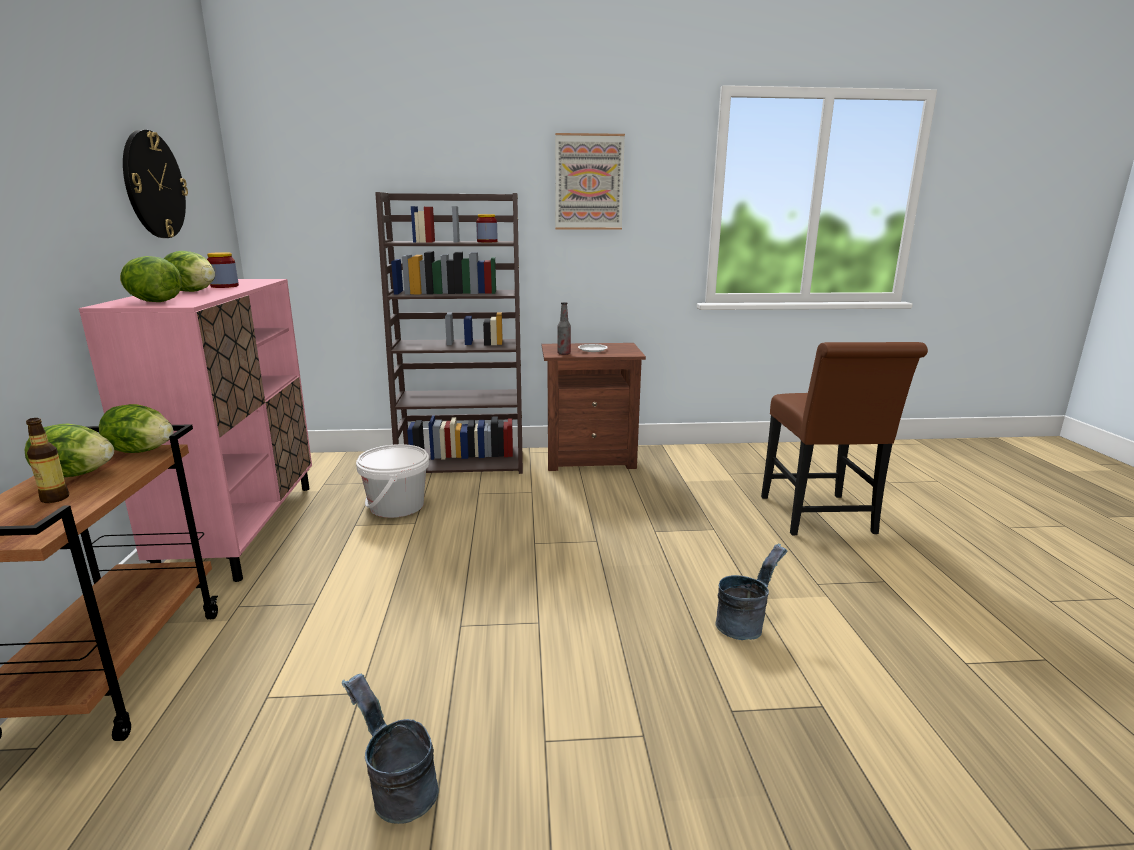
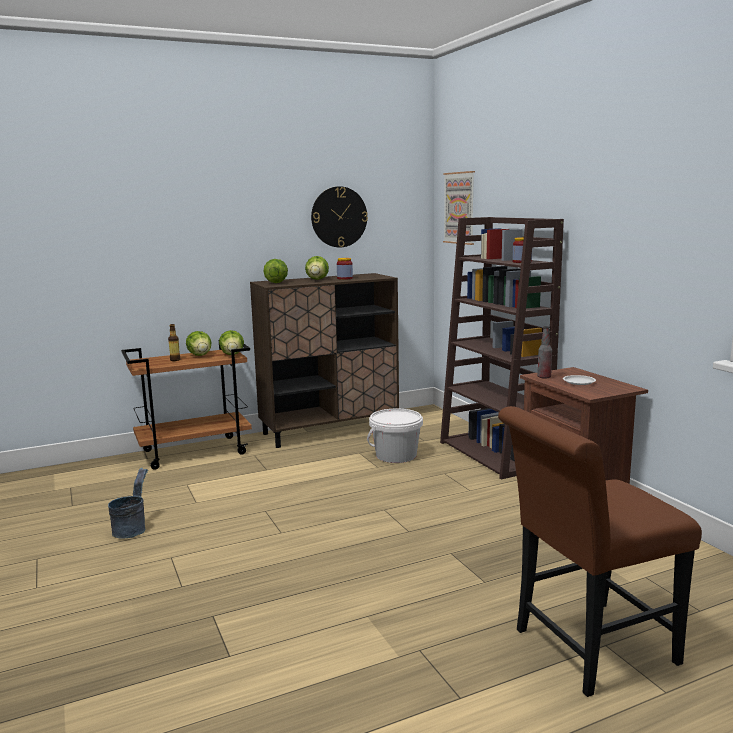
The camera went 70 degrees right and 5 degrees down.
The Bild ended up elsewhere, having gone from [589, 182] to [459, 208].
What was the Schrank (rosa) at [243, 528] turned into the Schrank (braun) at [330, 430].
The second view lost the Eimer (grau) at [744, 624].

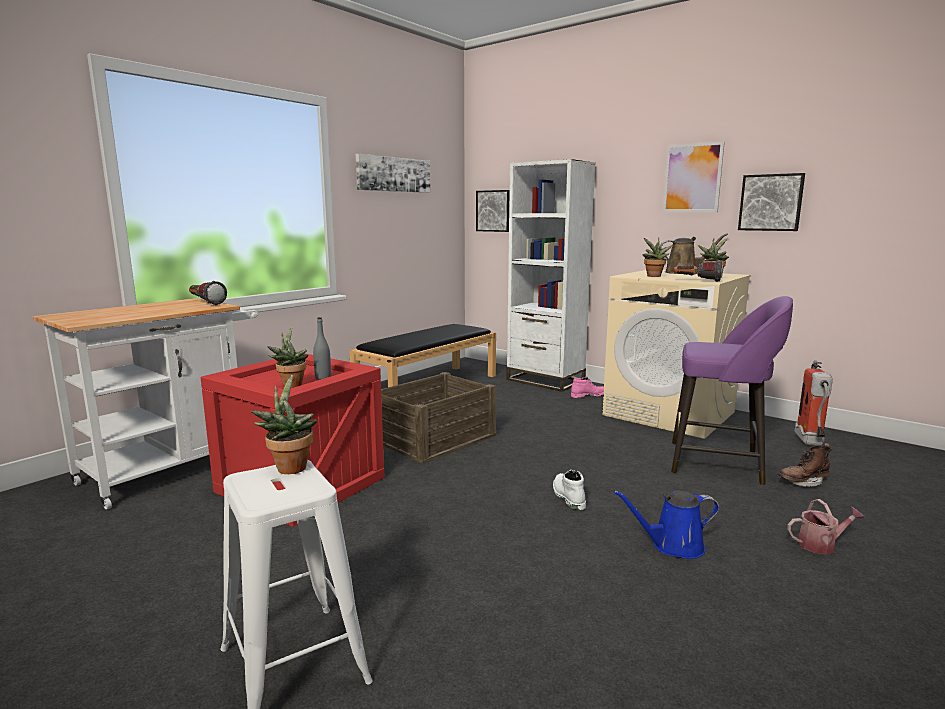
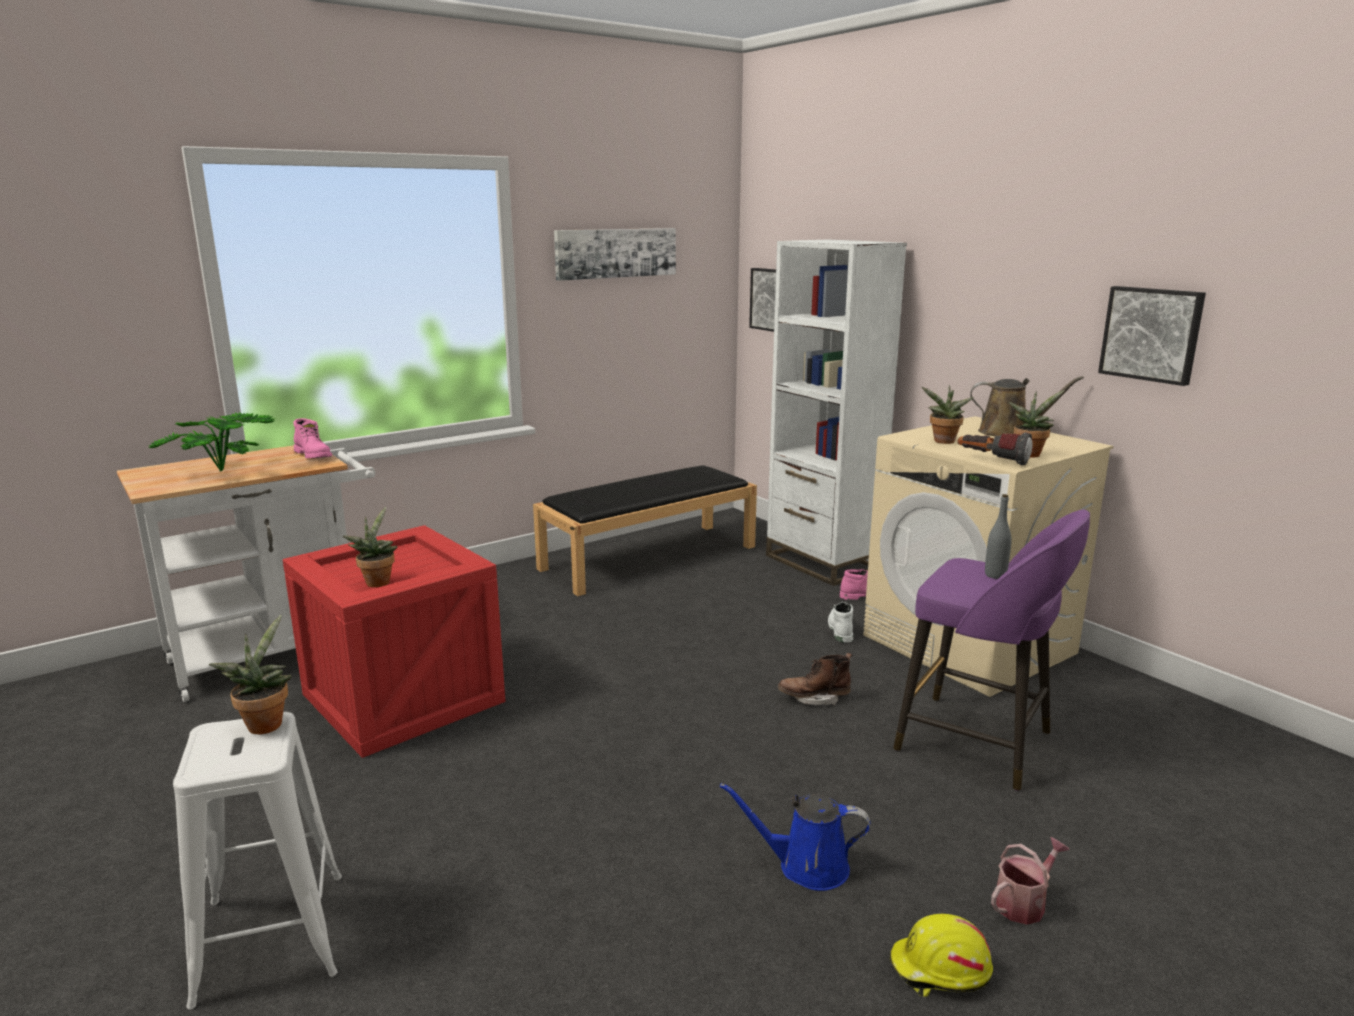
The camera went 15 degrees right and 5 degrees up.
The second view lost the Bild at [692, 178].
Where the Taschenlampe stood at [205, 303], the Stiefel (rosa) came to stand at [314, 455].
The Flasche (grau) ended up elsewhere, having gone from [323, 378] to [995, 575].
The second view lost the Feuerlöscher at [810, 443].
The second view lost the Kiste at [434, 438].
The Stiefel (braun) ended up elsewhere, having gone from [802, 482] to [814, 698].
The Stiefel (weiß) ended up elsewhere, having gone from [567, 496] to [840, 629].
The Gießkanne at [821, 544] ended up facing another way, 45 degrees counterclockwise from before.
The second view gained the Topfpflanze at [221, 472].
The second view gained the Schutzhelm (gelb) at [940, 970].

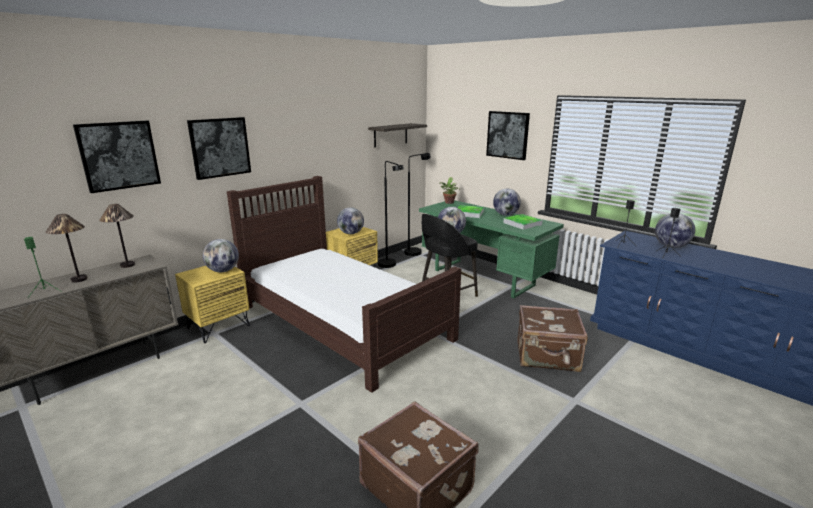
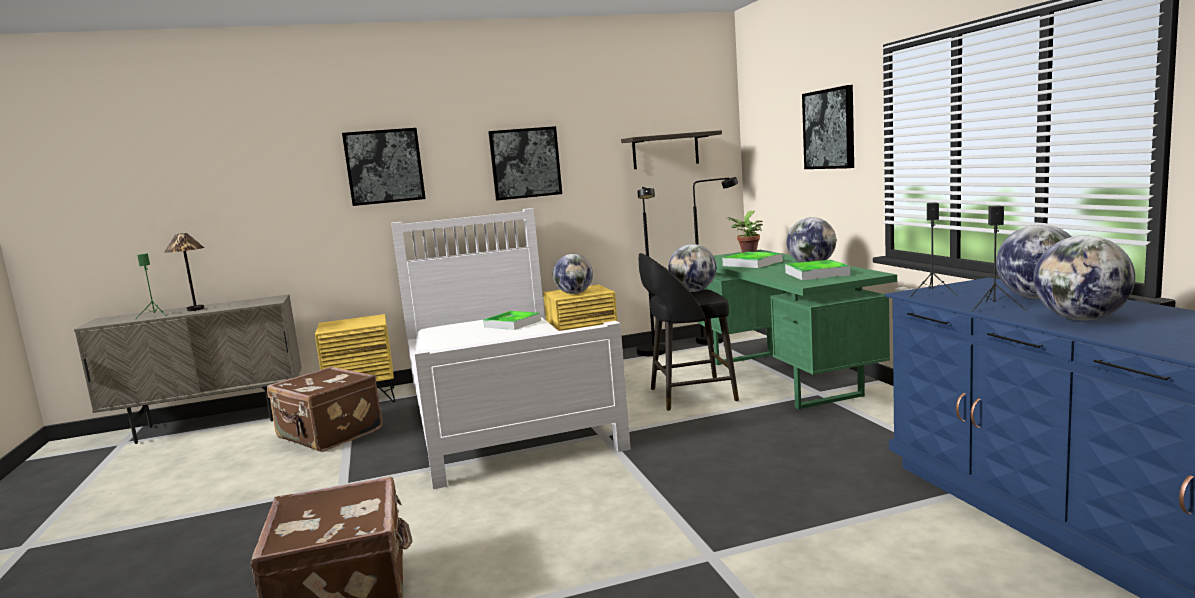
The camera went 30 degrees right and 10 degrees down.
The Bild ended up elsewhere, having gone from [119, 155] to [525, 163].
What was the Bett (braun) at [342, 322] turned into the Bett (weiß) at [503, 410].
The second view lost the Tischlampe at [127, 265].
The Globus ended up elsewhere, having gone from [223, 271] to [1081, 319].
The Koffer (braun) ended up elsewhere, having gone from [547, 356] to [328, 435].
The second view gained the Tablett at [512, 323].

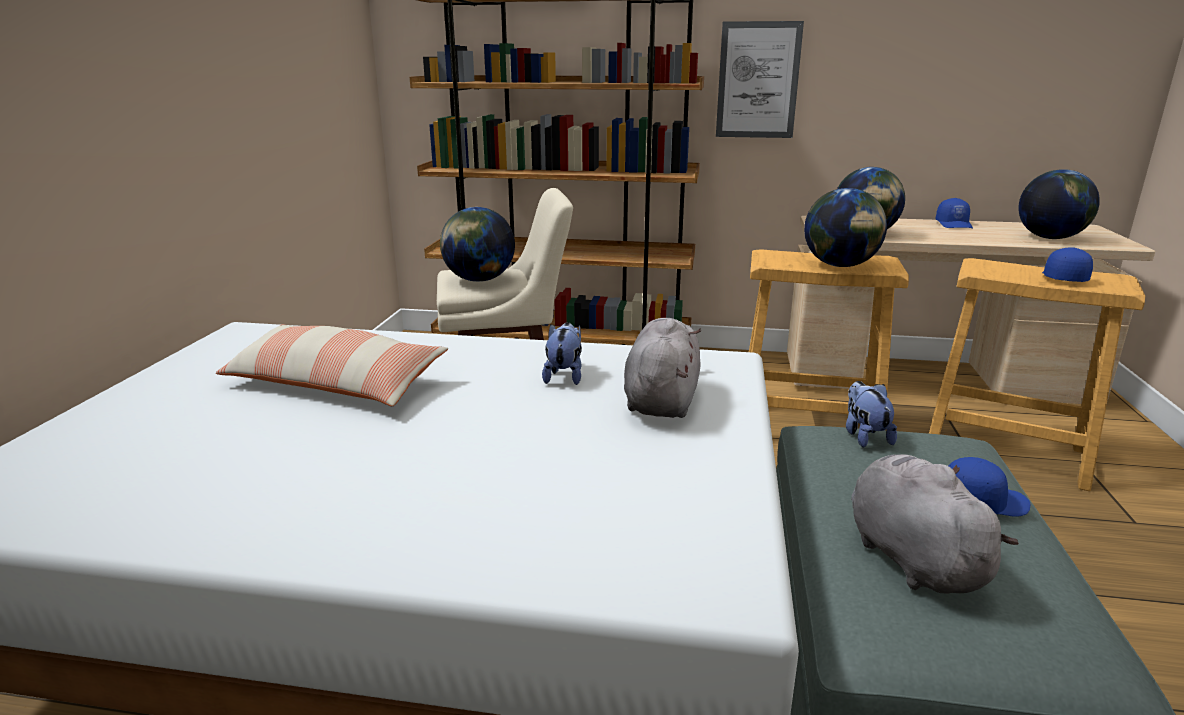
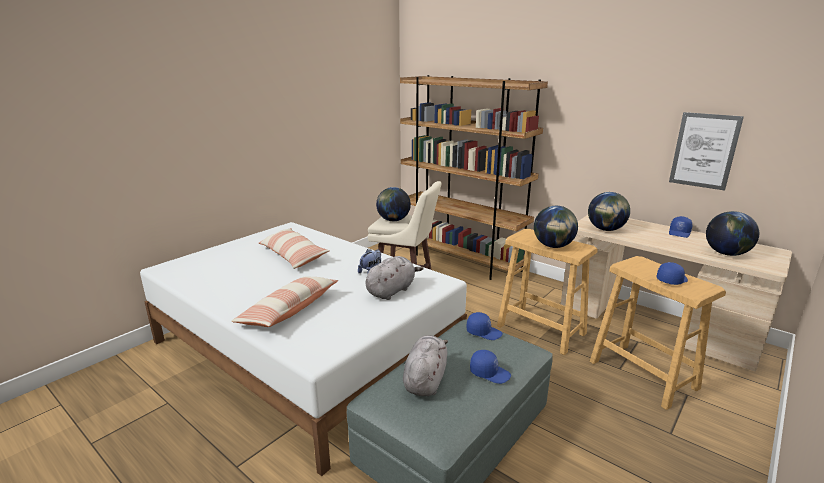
The camera went 30 degrees right and 0 degrees up.
The Bild ended up elsewhere, having gone from [758, 80] to [704, 151].
Where the Plüschtier stood at [864, 436], the Kappe (blau) came to stand at [484, 332].
The second view gained the Kissen at [289, 310].

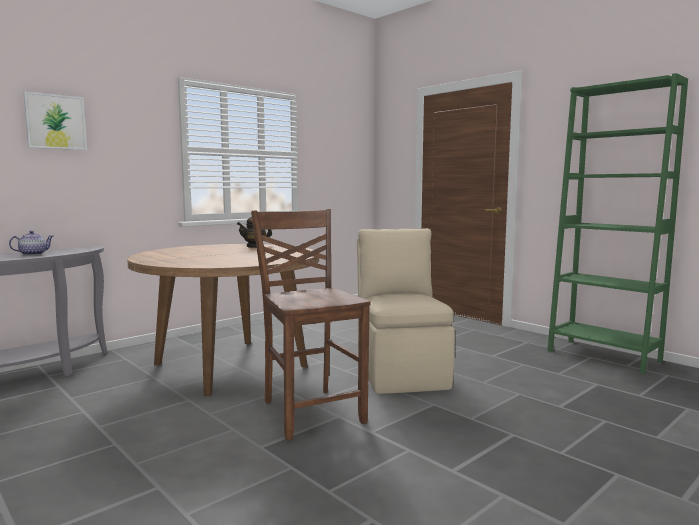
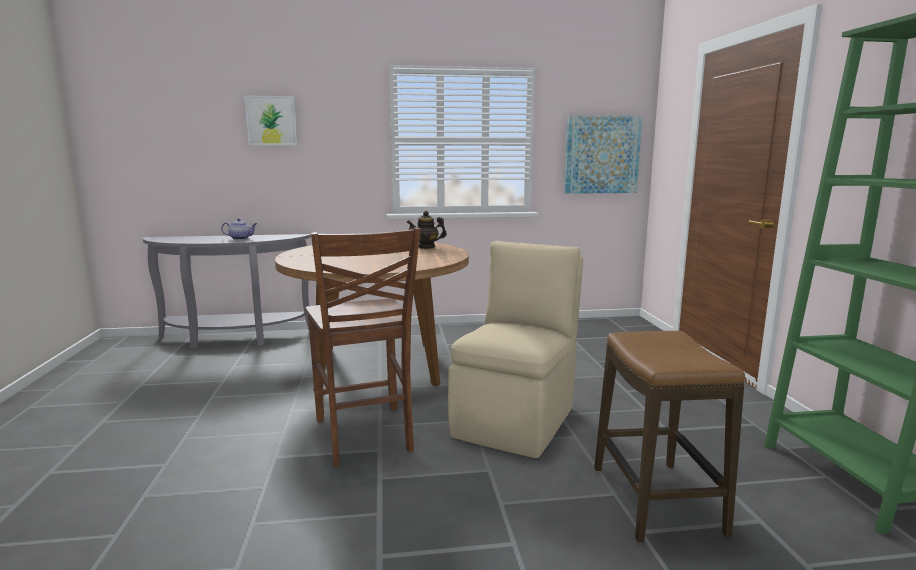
The camera went 35 degrees right and 5 degrees up.
The Stuhl (braun) at [311, 411] ended up facing another way, 150 degrees clockwise from before.
The second view gained the Bild at [602, 155].
The second view gained the Hocker at [656, 500].

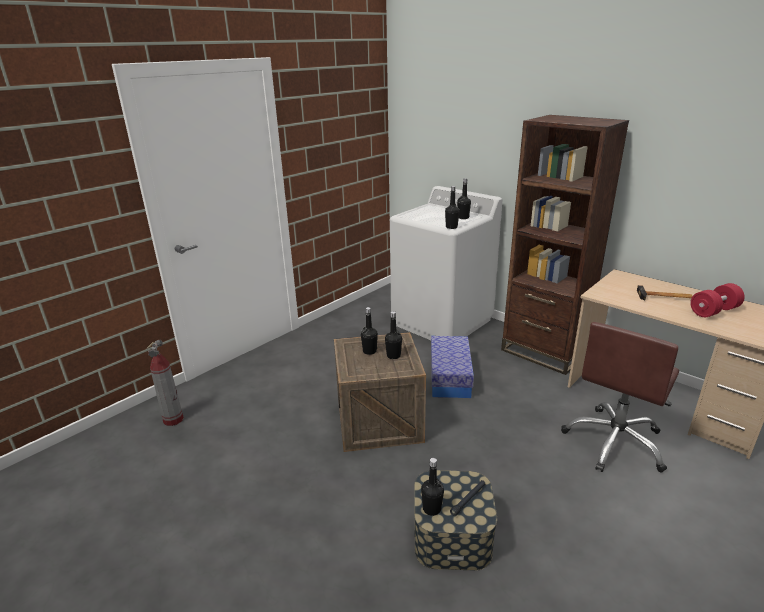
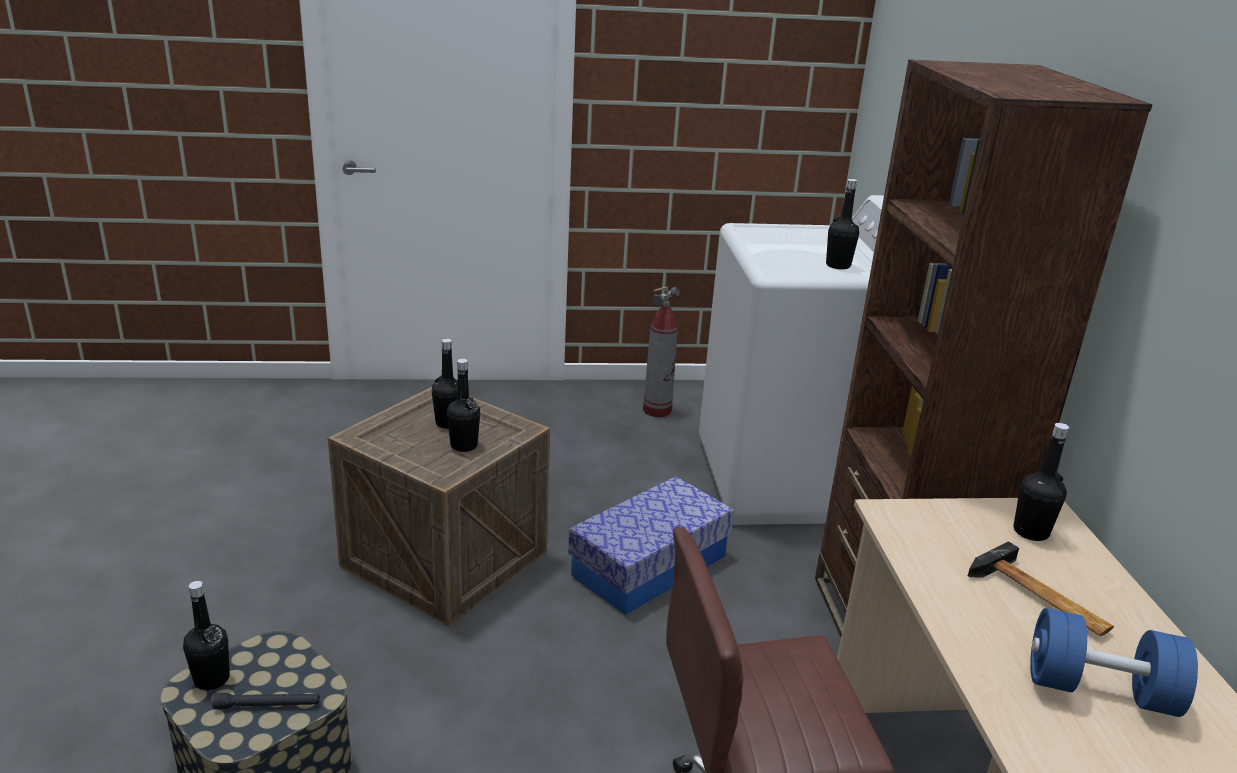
The camera went 40 degrees right and 0 degrees up.
The Flasche (schwarz) ended up elsewhere, having gone from [451, 227] to [1030, 532].
What was the Hantel (rot) at [713, 311] turned into the Hantel (blau) at [1099, 690].
The Feuerlöscher ended up elsewhere, having gone from [173, 419] to [657, 410].

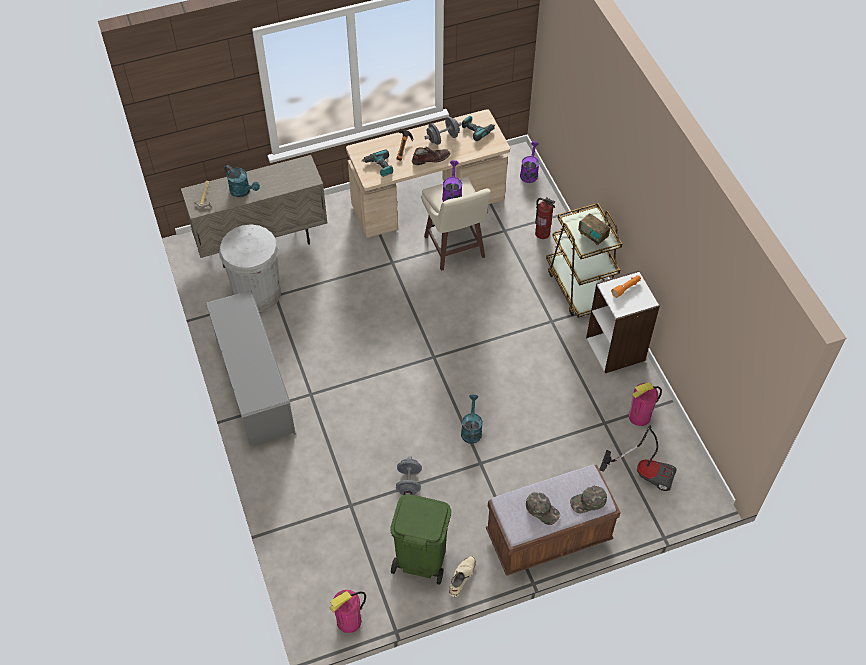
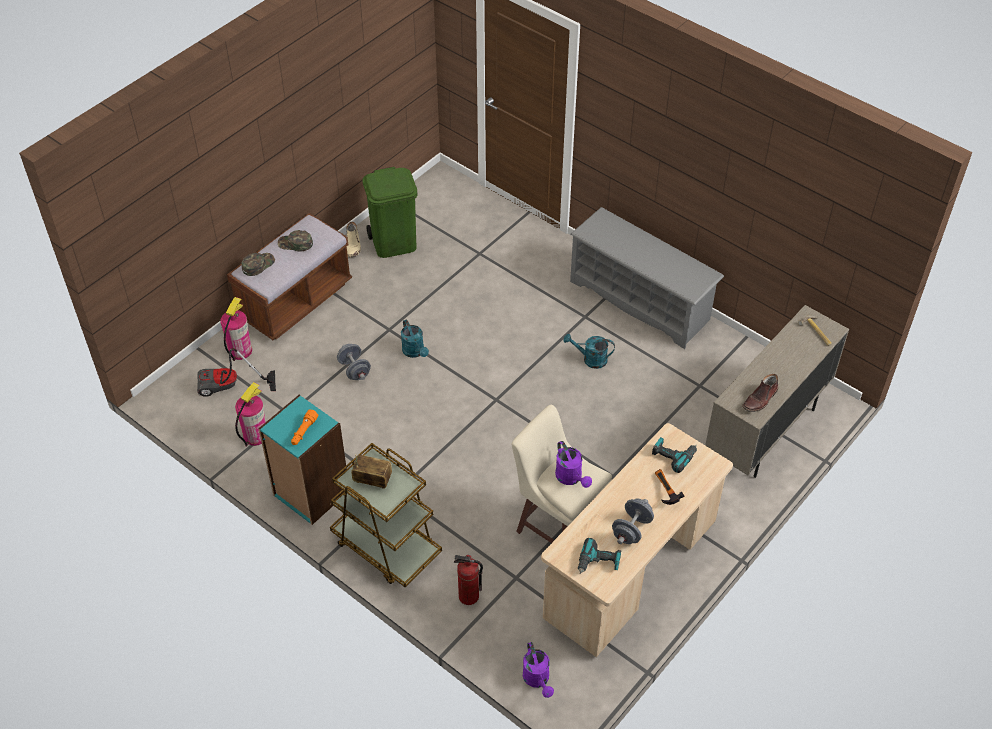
The camera went 150 degrees right and 5 degrees down.
The Stiefel (braun) ended up elsewhere, having gone from [430, 158] to [760, 399].
The Gießkanne (türkis) ended up elsewhere, having gone from [243, 191] to [590, 359].
The second view lost the Mülleimer (weiß) at [257, 293].
What was the Bücherregal (weiß) at [616, 349] turned into the Bücherregal (türkis) at [310, 493].
The Hantel (grau) ended up elsewhere, having gone from [409, 483] to [354, 370].
The Feuerlöscher ended up elsewhere, having gone from [349, 621] to [240, 350].

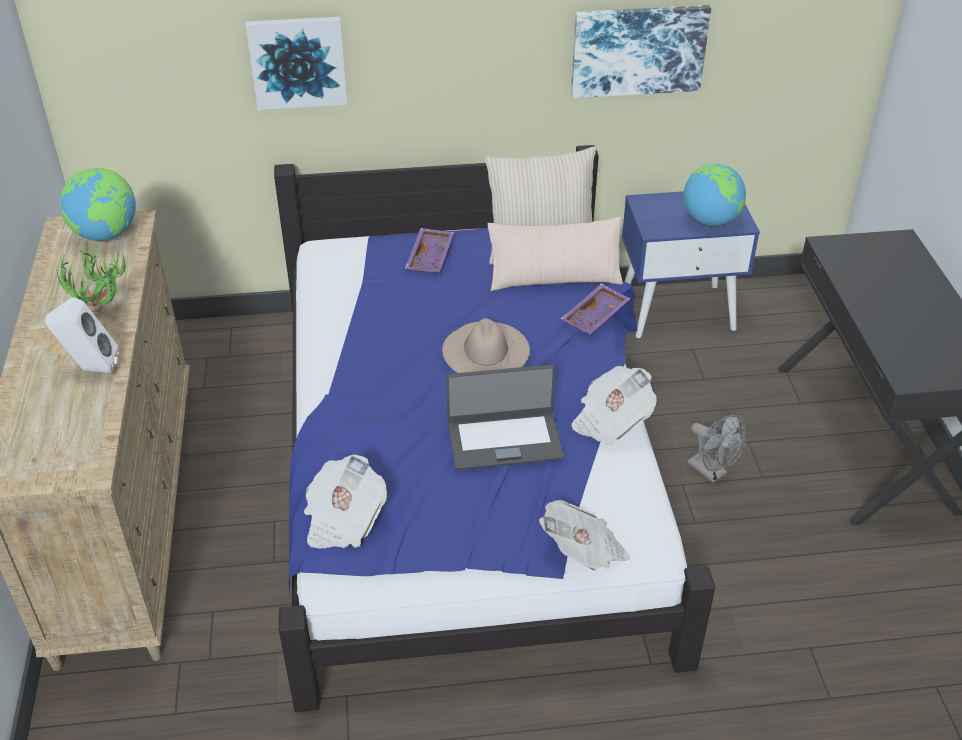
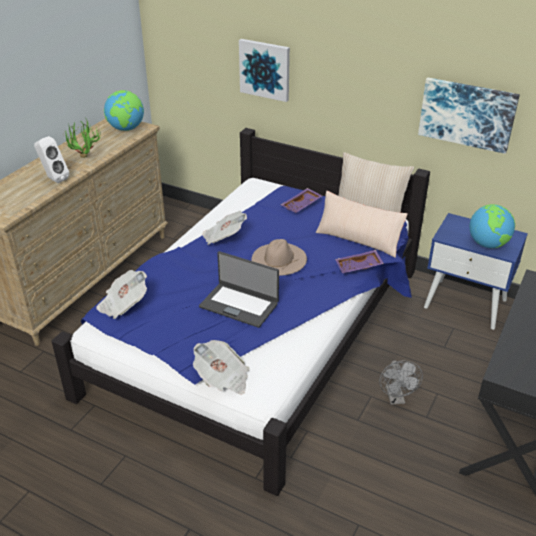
The camera went 35 degrees right and 5 degrees down.
The Zeitung ended up elsewhere, having gone from [611, 421] to [223, 237].

